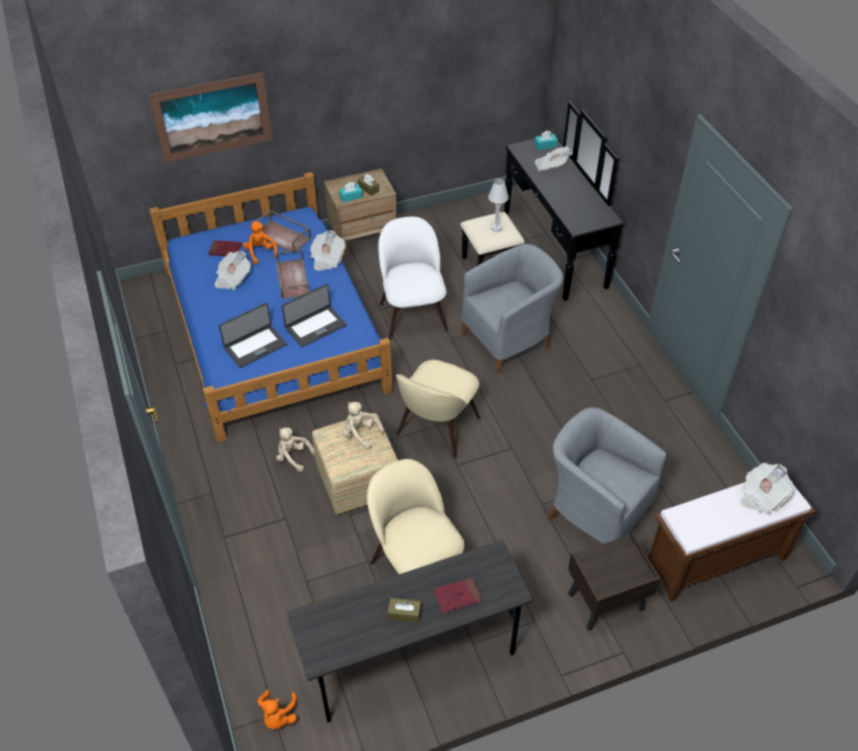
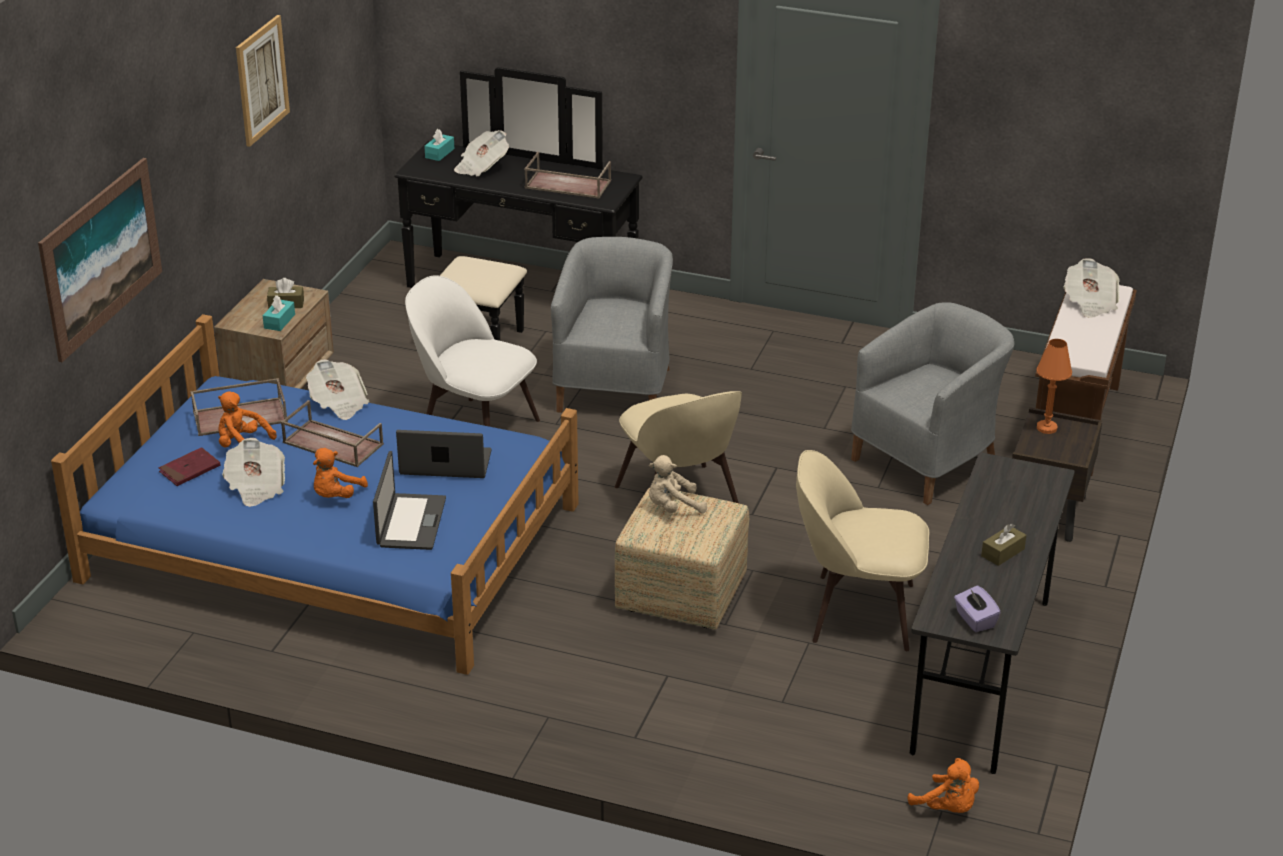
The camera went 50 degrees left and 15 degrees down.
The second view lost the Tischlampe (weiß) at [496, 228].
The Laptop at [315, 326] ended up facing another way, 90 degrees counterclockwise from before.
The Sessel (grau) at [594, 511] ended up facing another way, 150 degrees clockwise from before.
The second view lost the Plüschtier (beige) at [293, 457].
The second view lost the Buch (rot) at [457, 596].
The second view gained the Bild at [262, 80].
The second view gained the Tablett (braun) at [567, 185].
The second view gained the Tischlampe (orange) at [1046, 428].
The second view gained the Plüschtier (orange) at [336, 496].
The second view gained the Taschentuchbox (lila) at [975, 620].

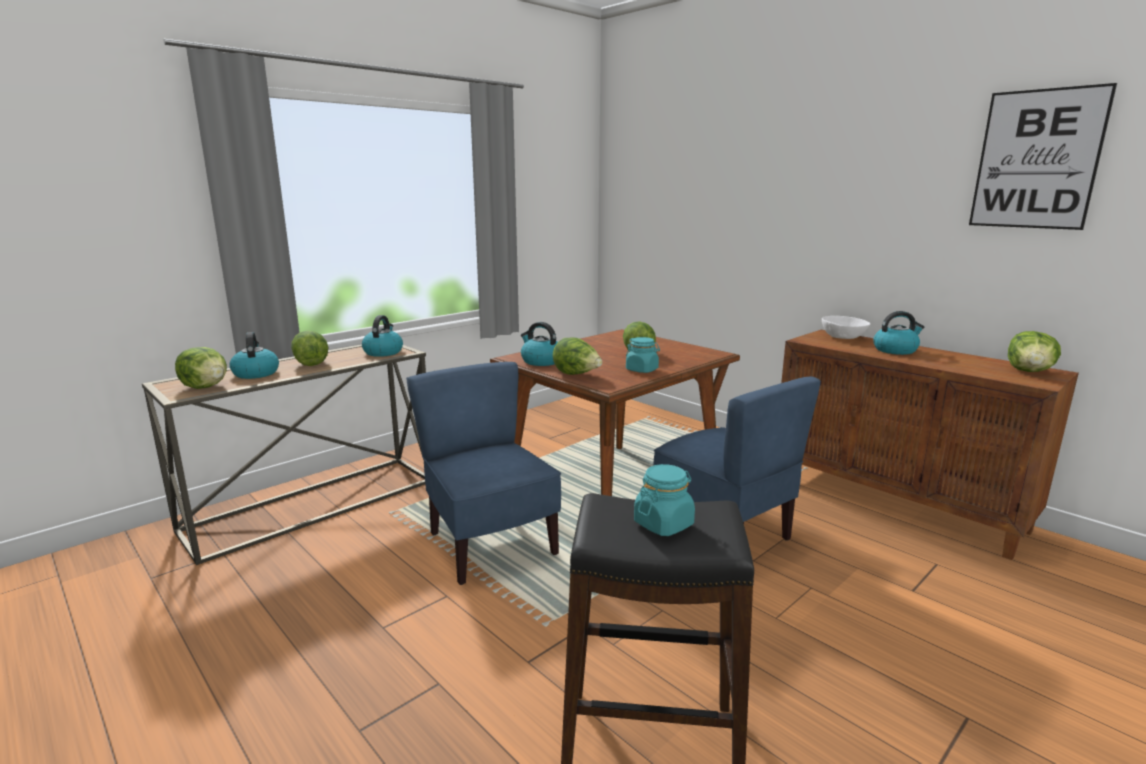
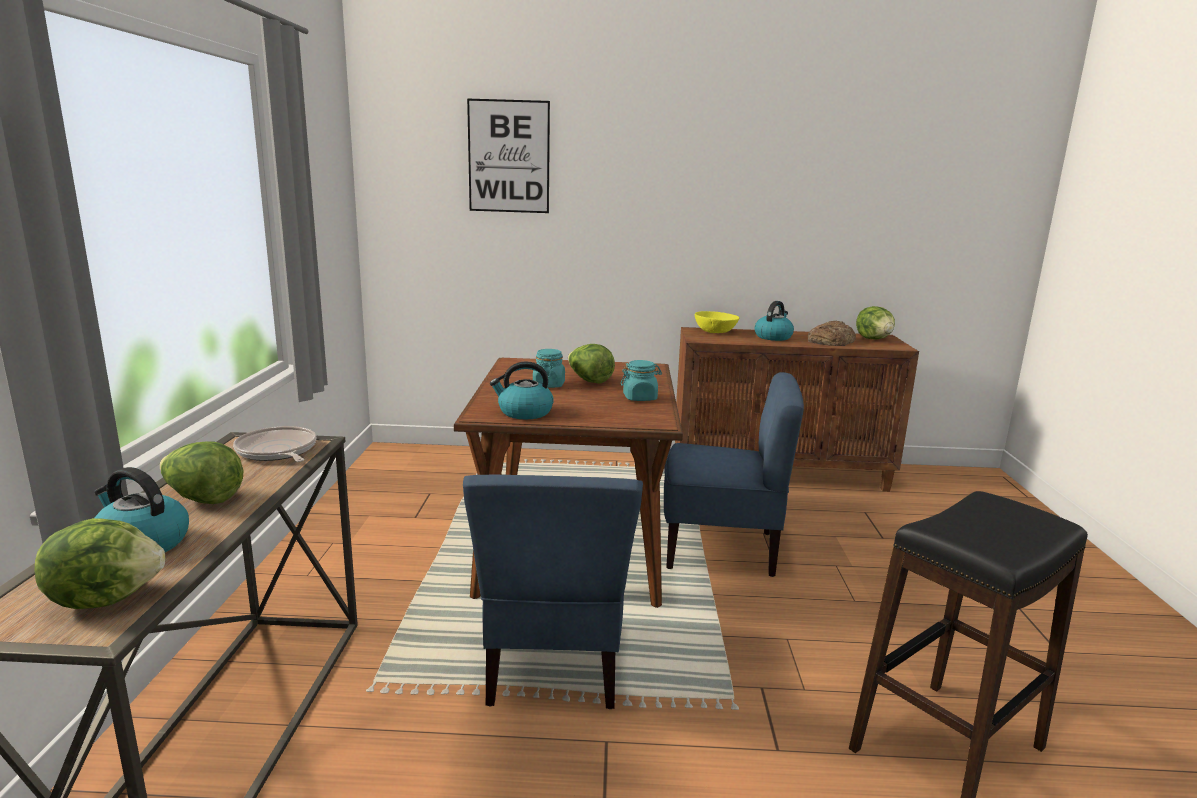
The camera went 45 degrees left and 0 degrees up.
The Bild ended up elsewhere, having gone from [1037, 160] to [509, 157].
Where the Wasserkessel stood at [383, 352], the Pfanne came to stand at [277, 451].
What was the Schüssel (weiß) at [843, 337] turned into the Schüssel (gelb) at [715, 331].
The second view lost the Salatkopf at [577, 375].
The Stuhl (blau) at [489, 545] ended up facing another way, 105 degrees counterclockwise from before.
The Vorratsglas (türkis) ended up elsewhere, having gone from [663, 524] to [548, 385].
The second view gained the Brot at [830, 340].

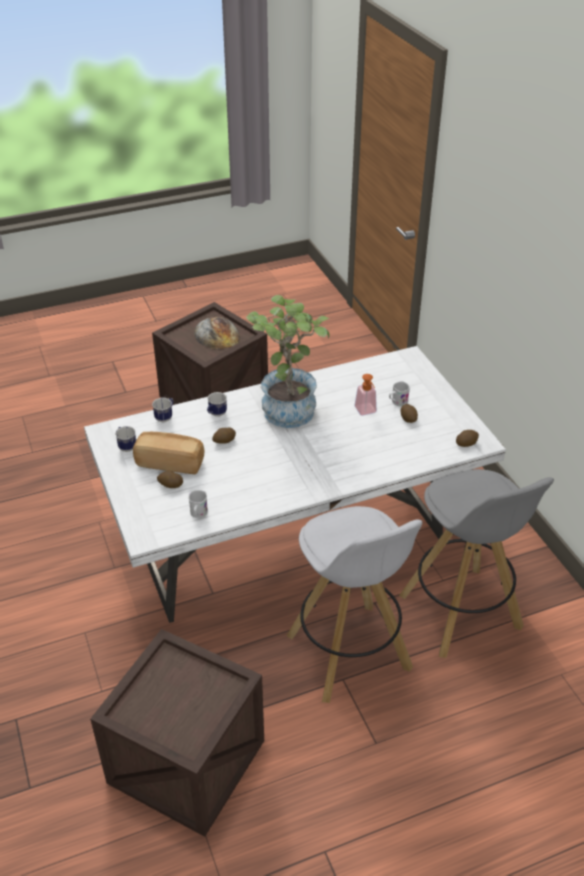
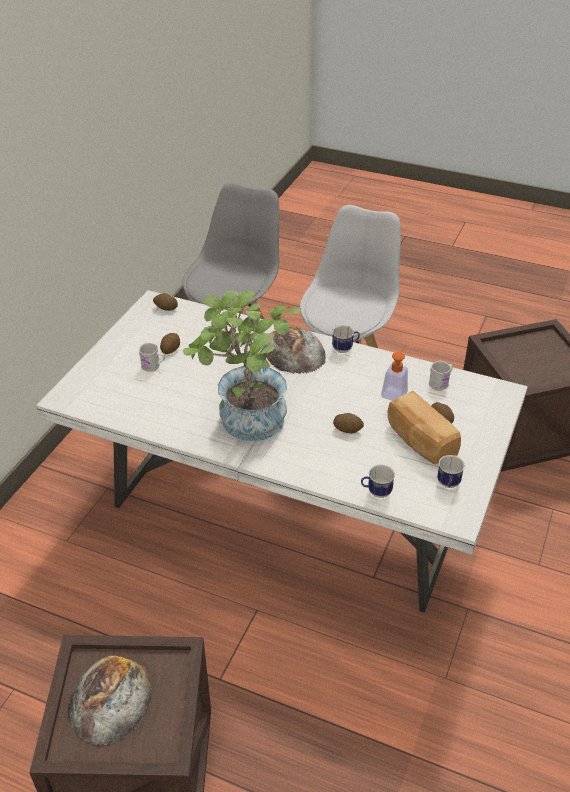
The camera went 135 degrees left and 0 degrees up.
The Seifenspender ended up elsewhere, having gone from [367, 412] to [396, 391].
The Henkelbecher ended up elsewhere, having gone from [216, 414] to [345, 349].
The second view gained the Brot at [293, 352].

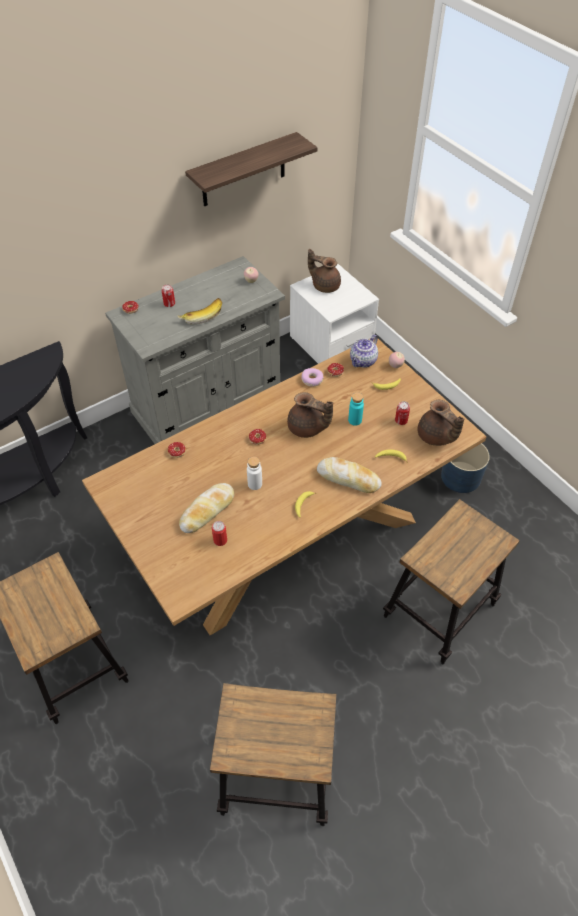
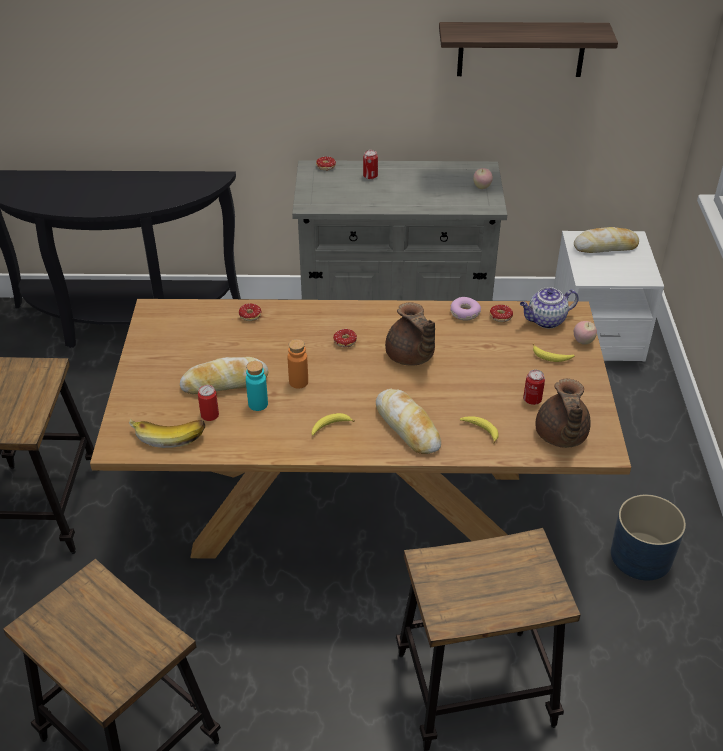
The camera went 35 degrees right and 10 degrees down.
Where the Teekanne (braun) stood at [325, 285], the Brot came to stand at [605, 246].
The Banane ended up elsewhere, having gone from [201, 315] to [169, 434].
The Flasche (türkis) ended up elsewhere, having gone from [355, 420] to [258, 404].
What was the Flasche (weiß) at [255, 484] turned into the Flasche (orange) at [298, 382].

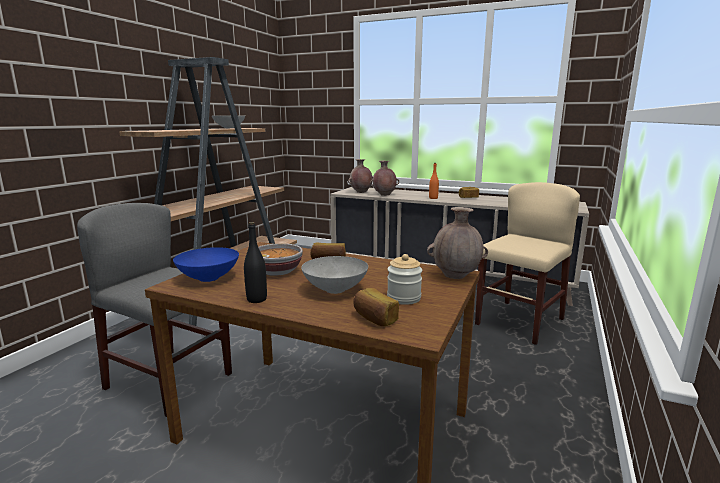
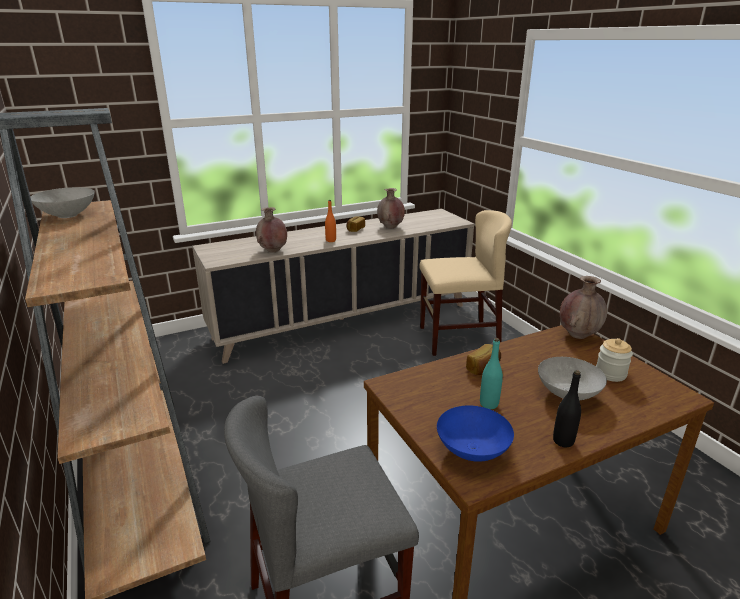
The camera went 50 degrees left and 10 degrees up.
The Vase (braun) ended up elsewhere, having gone from [361, 192] to [390, 227].
The Stuhl (beige) at [519, 321] ended up facing another way, 90 degrees clockwise from before.
Where the Schüssel stood at [278, 271], the Flasche (türkis) came to stand at [489, 404].
The second view lost the Brot at [374, 318].

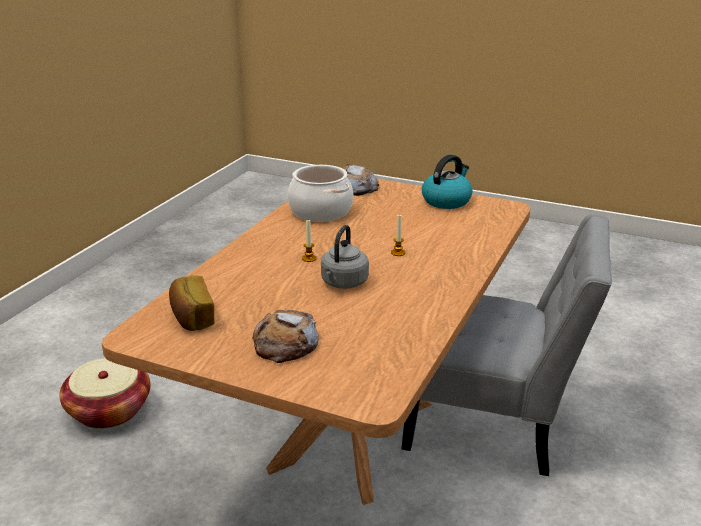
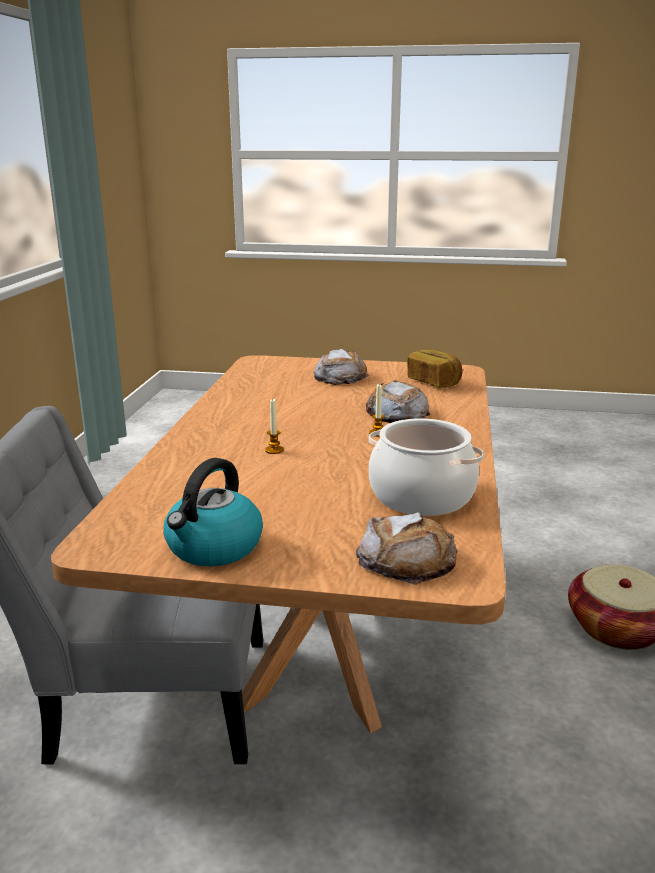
The camera went 165 degrees right and 5 degrees down.
The second view lost the Wasserkessel (grau) at [343, 283].
The second view gained the Brot at [396, 412].

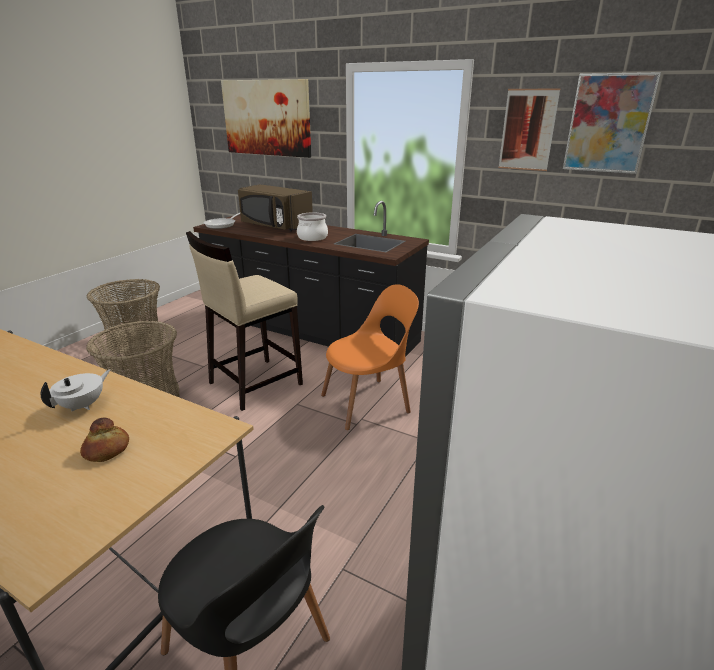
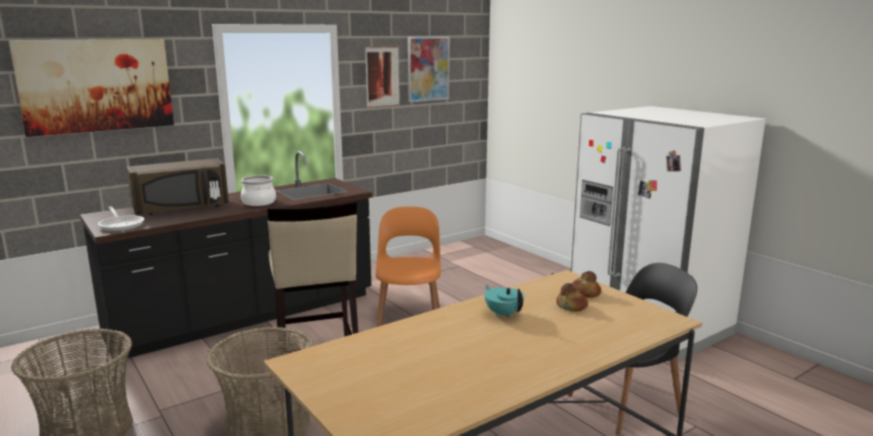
The camera went 65 degrees left and 10 degrees down.
What was the Teekanne (weiß) at [83, 405] turned into the Teekanne (türkis) at [503, 313].
The second view gained the Brot at [584, 293].

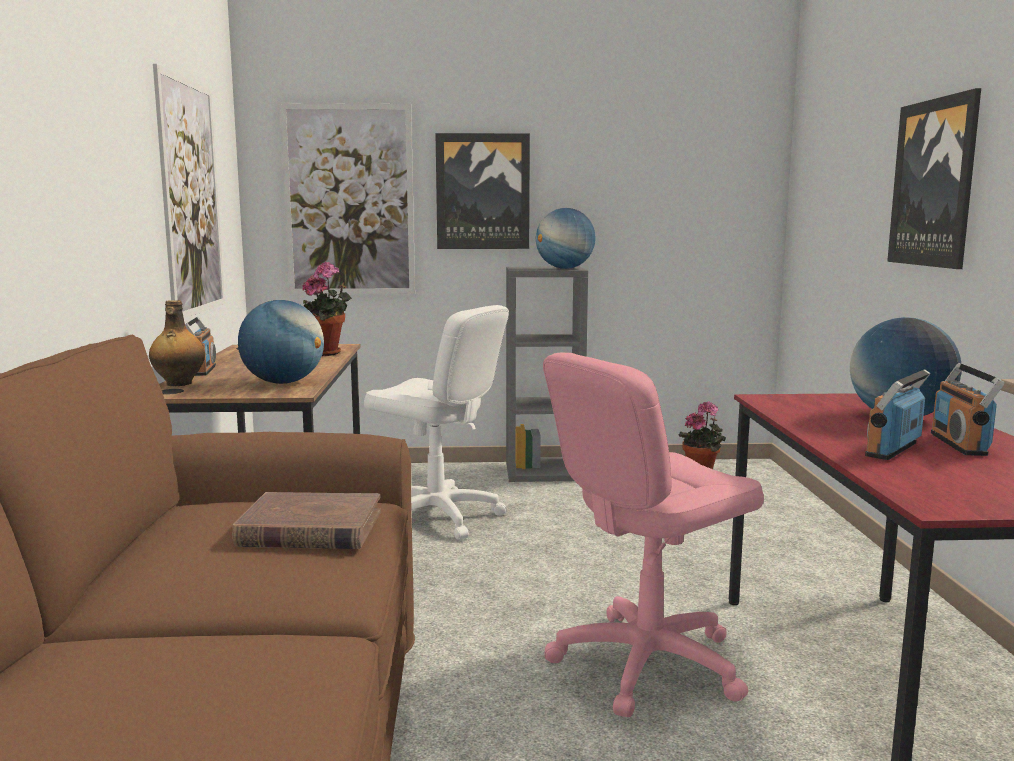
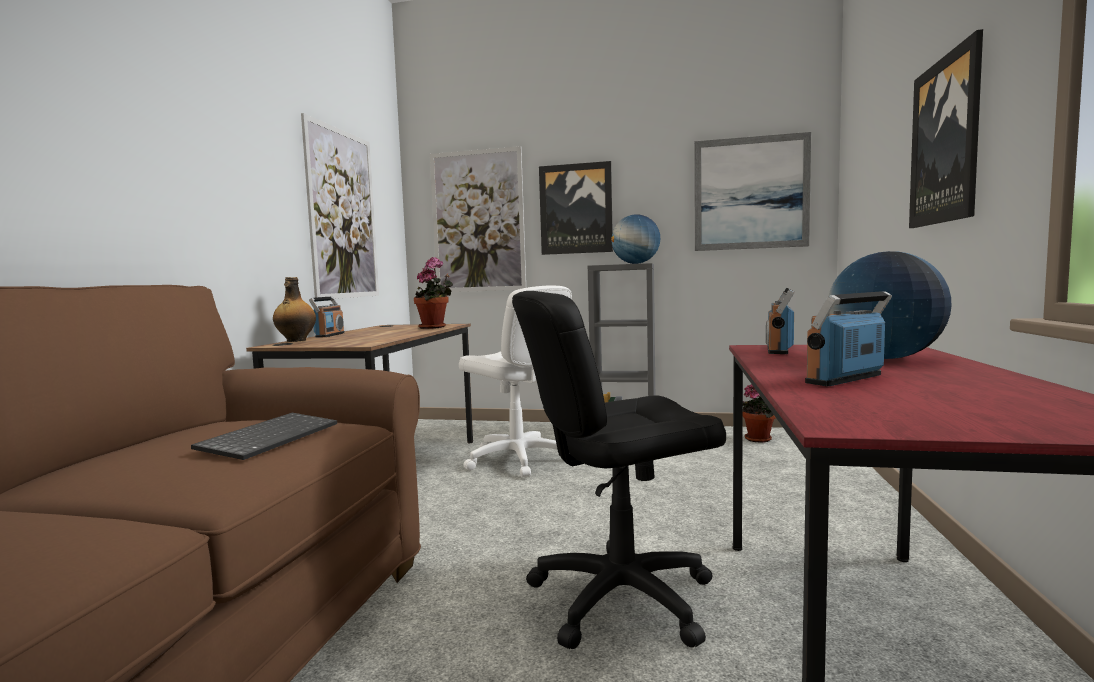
The camera went 15 degrees right and 5 degrees down.
The second view lost the Globus at [283, 382].
What was the Bürostuhl (rosa) at [647, 663] turned into the Bürostuhl (schwarz) at [621, 597].
The Radio ended up elsewhere, having gone from [959, 444] to [778, 350].
Where the Buch (braun) stood at [310, 529], the Tastatur came to stand at [270, 437].
The second view gained the Bild at [750, 193].

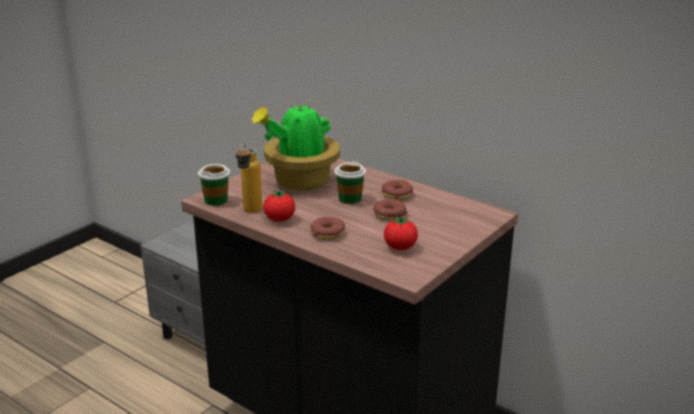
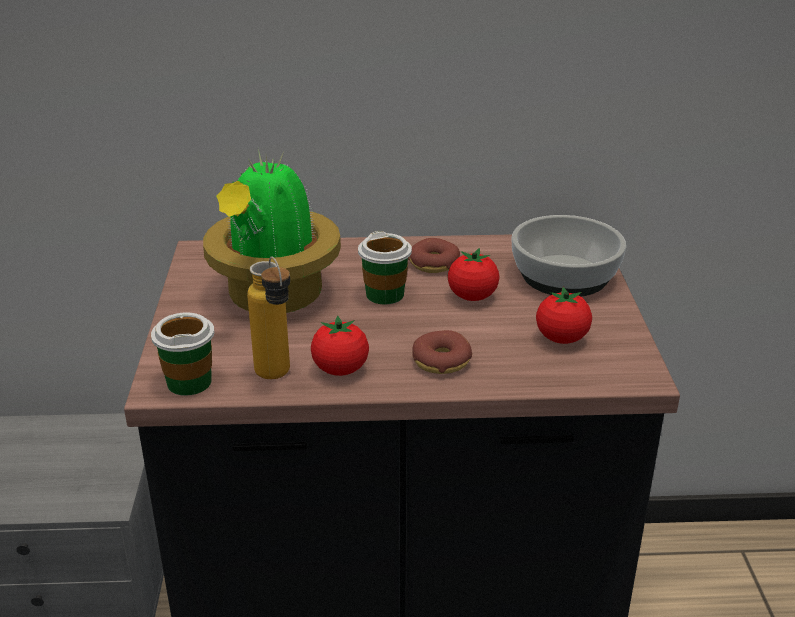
The camera went 40 degrees left and 5 degrees up.
Where the Donut stood at [389, 215], the Tomate came to stand at [472, 297].
The second view gained the Schüssel at [565, 276].

